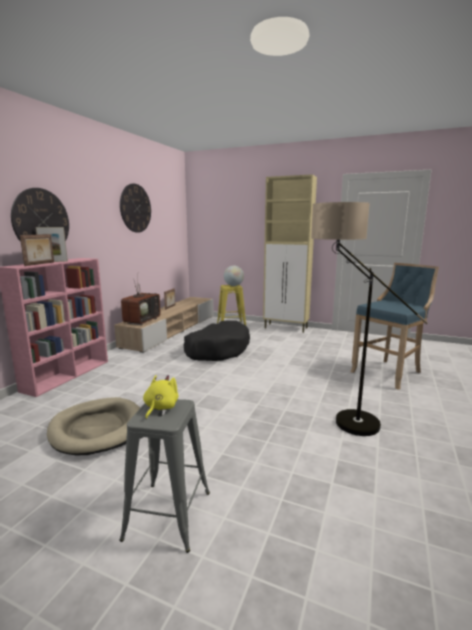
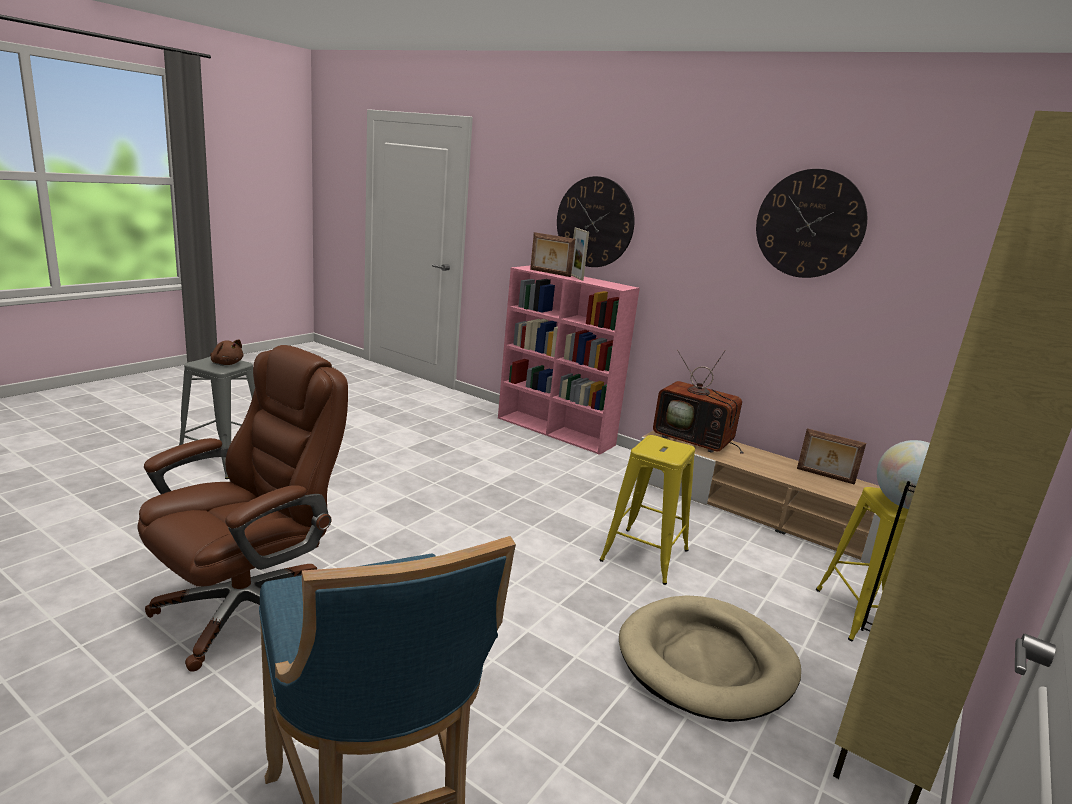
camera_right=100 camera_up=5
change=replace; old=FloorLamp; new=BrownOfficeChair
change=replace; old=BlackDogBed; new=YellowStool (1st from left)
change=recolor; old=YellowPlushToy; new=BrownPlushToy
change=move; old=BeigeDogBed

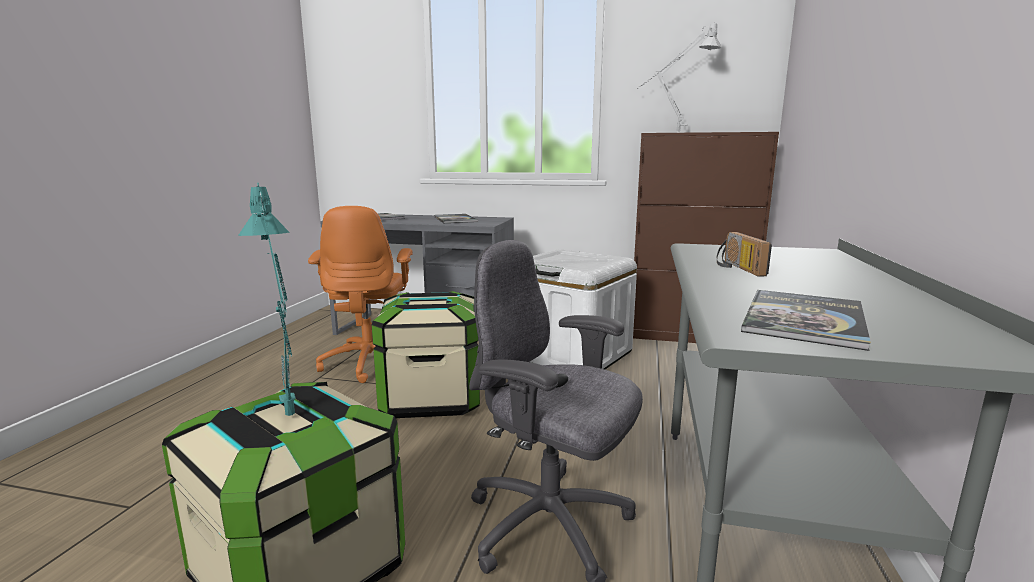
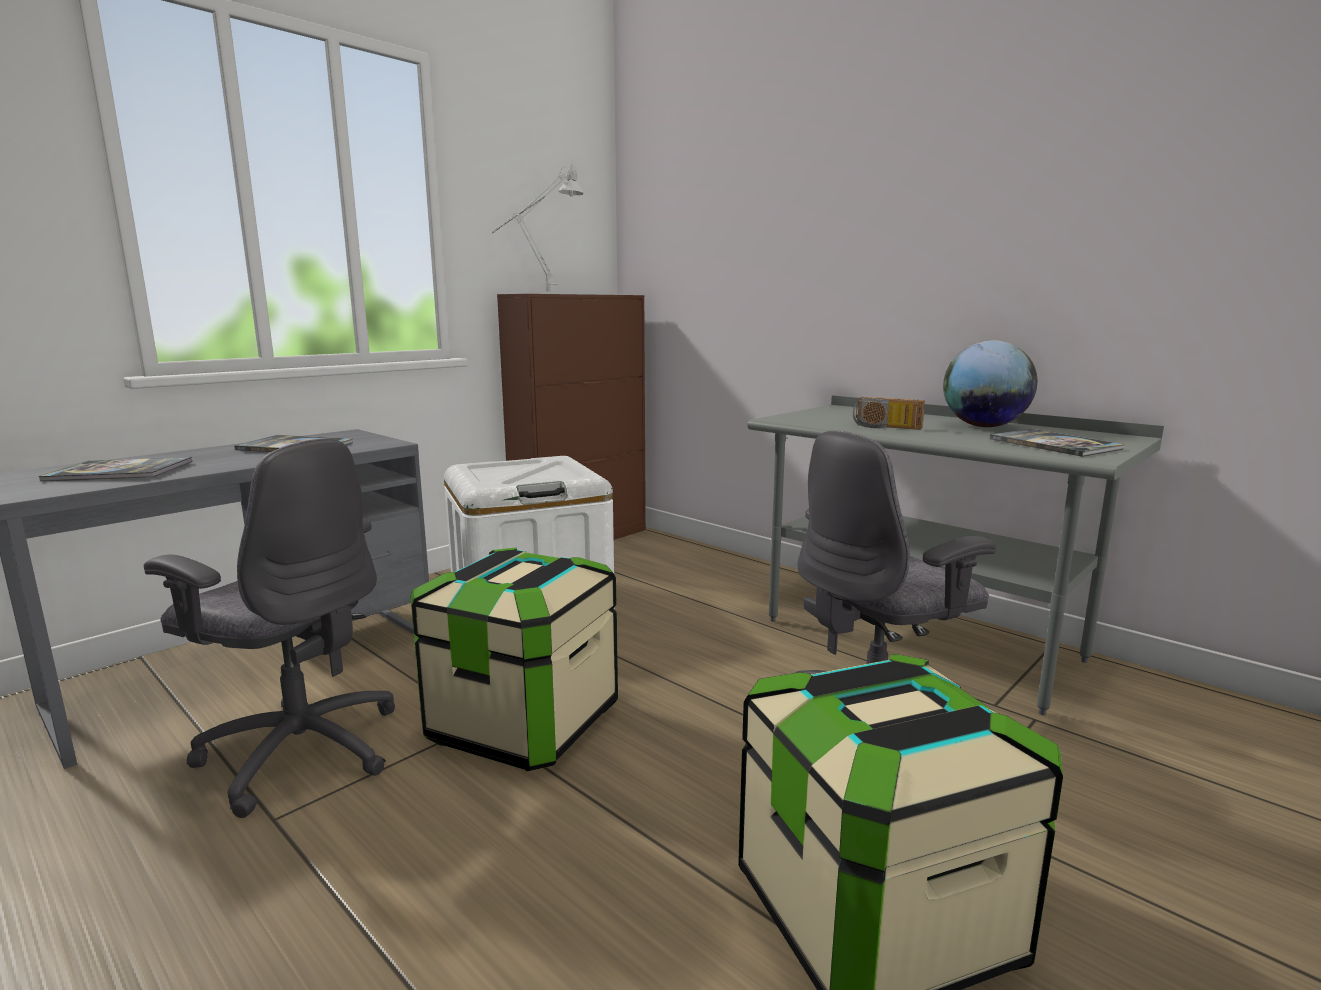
camera_right=-60 camera_up=0
change=delete; old=TurquoiseTableLamp
change=recolor; old=OrangeOfficeChair; new=GreyOfficeChair (1st from left)
change=insert; new=Globe

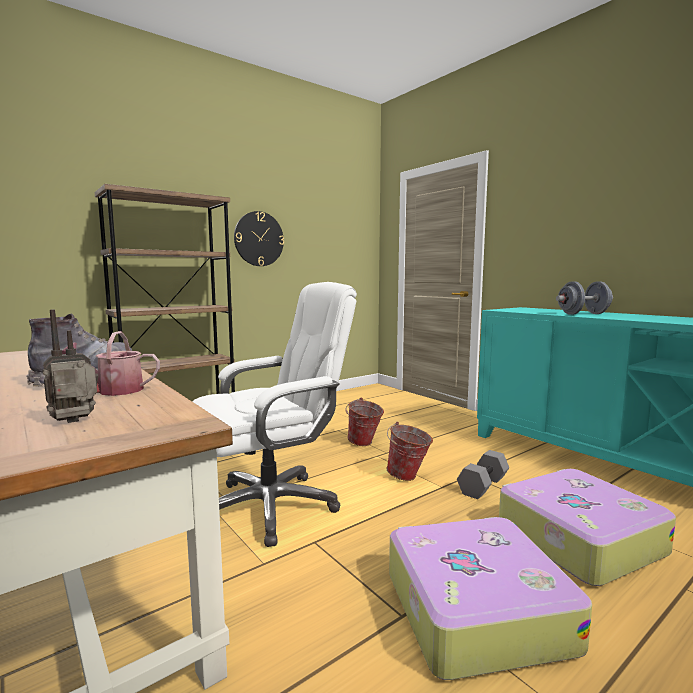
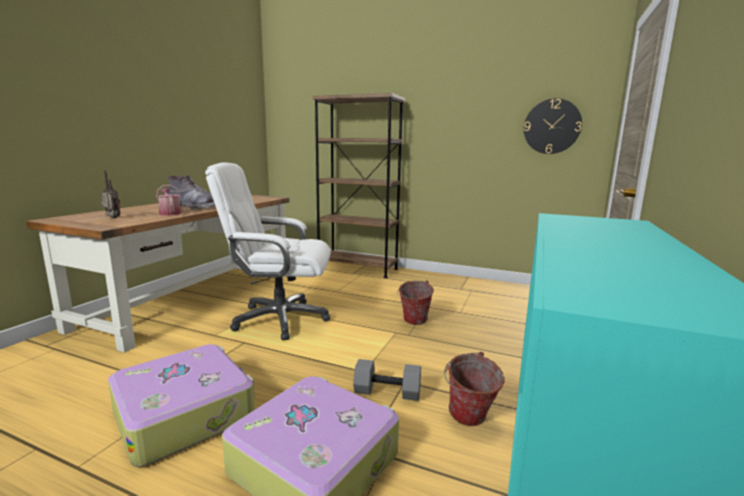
camera_right=60 camera_up=5
change=move; old=WallClock
change=delete; old=GreyDumbbell (2nd from left)
change=rotate; old=WhiteOfficeChair; degrees=150
change=move; old=Bucket (2nd from left)

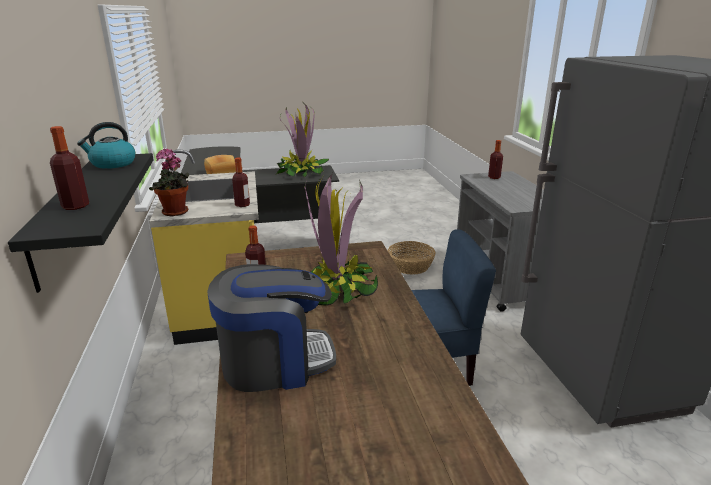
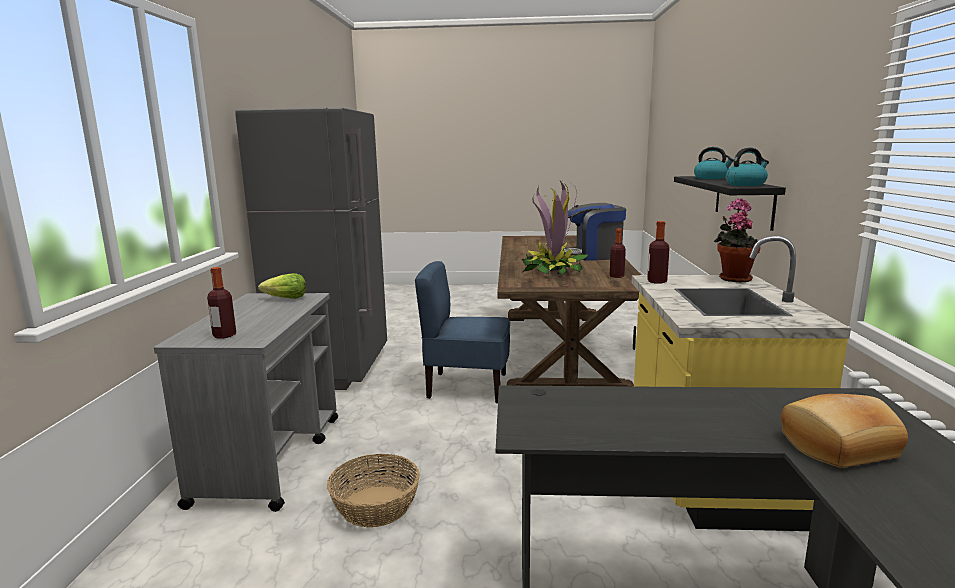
camera_right=-165 camera_up=-10
change=delete; old=PottedPlant (2nd from left)
change=replace; old=Bottle (1st from left); new=Kettle (1st from left)
change=insert; new=Lettuce

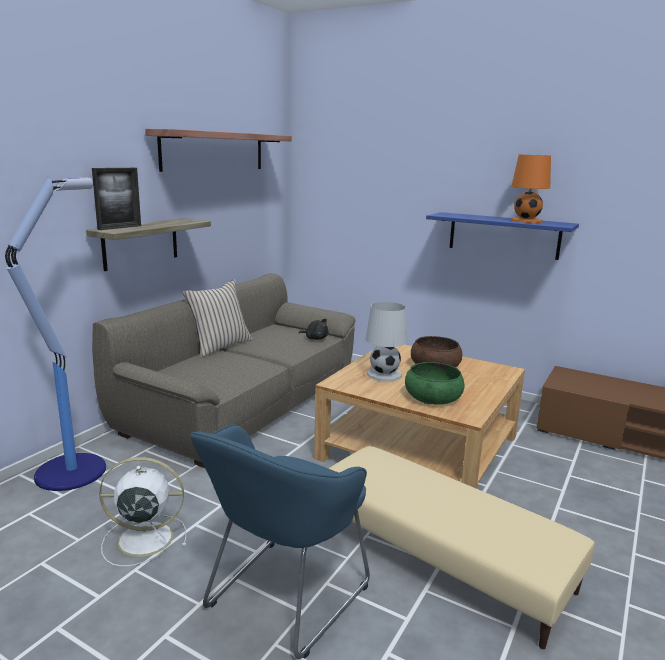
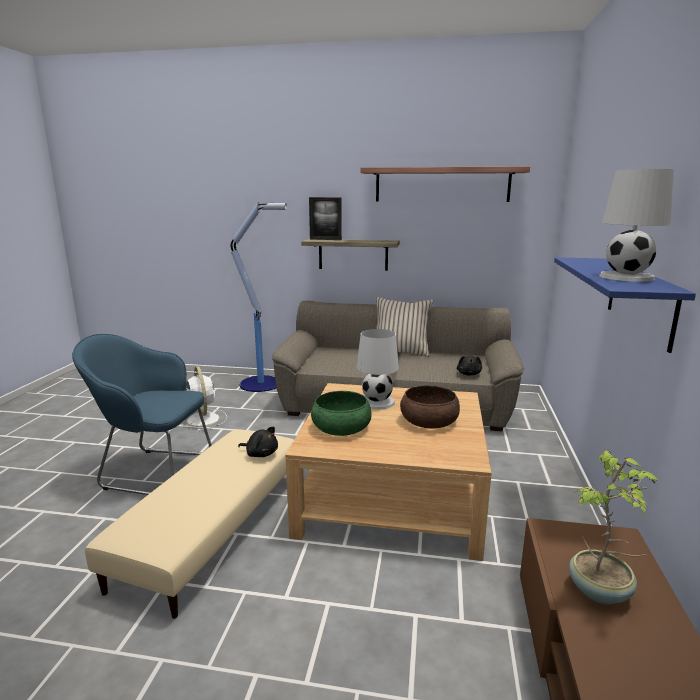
camera_right=70 camera_up=0
change=recolor; old=OrangeTableLamp; new=WhiteTableLamp (2nd from left)
change=insert; new=BlackPlushToy (1st from left)
change=insert; new=PottedPlant

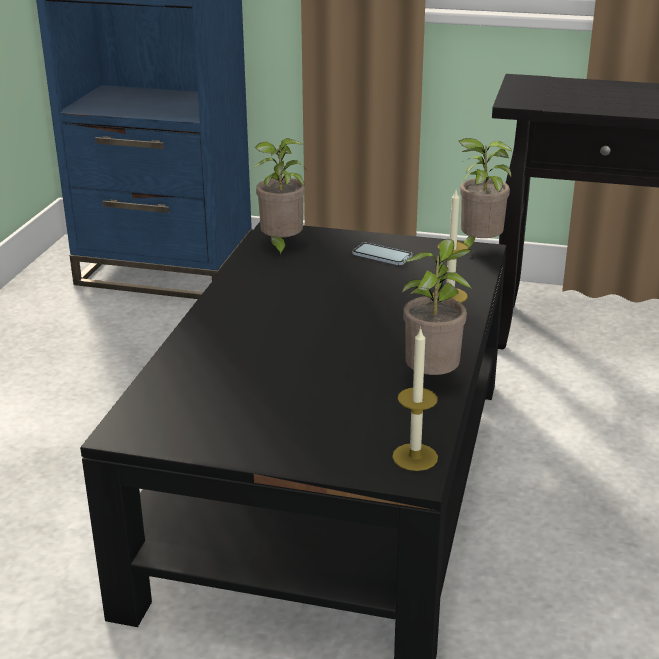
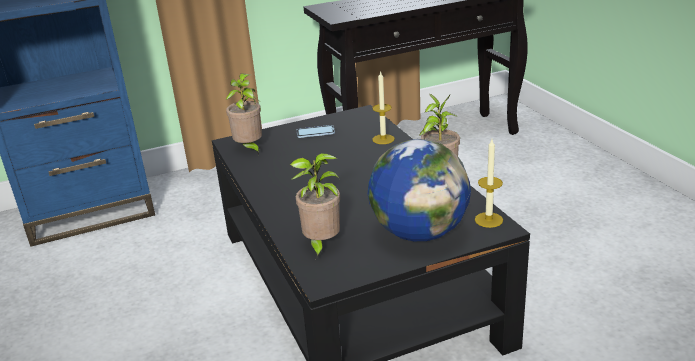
camera_right=-35 camera_up=0
change=move; old=PottedPlant (3rd from left in the first image); new=PottedPlant (2nd from left)
change=insert; new=Globe

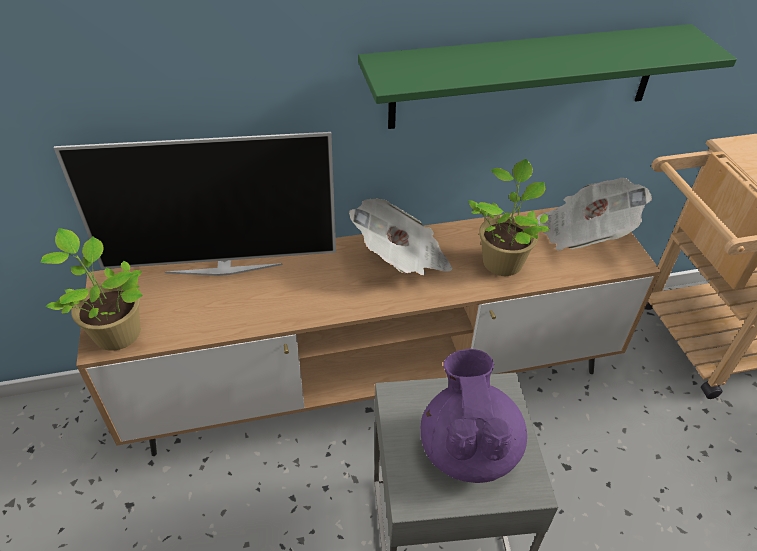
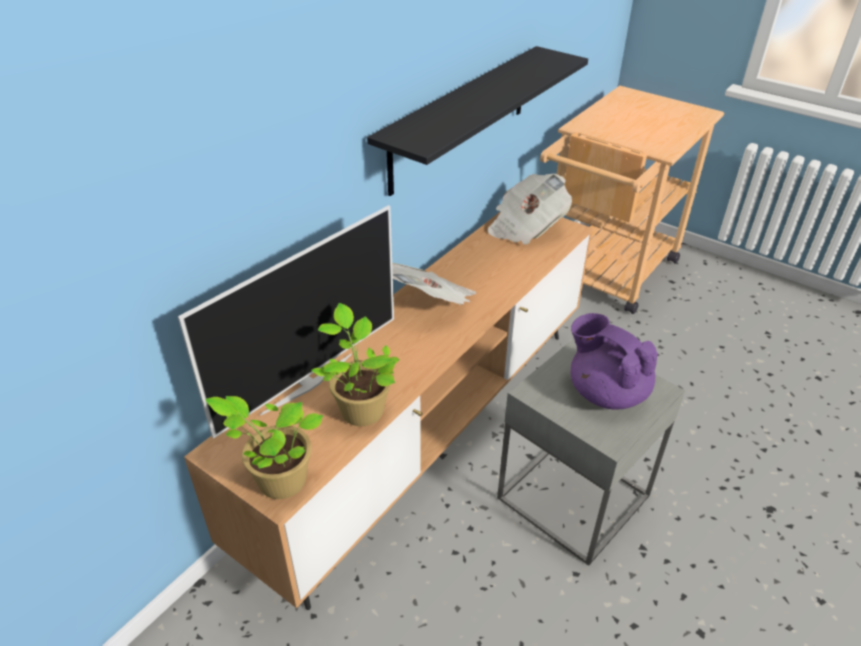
camera_right=-40 camera_up=-5
change=recolor; old=GreenShelf; new=BlackShelf
change=move; old=PottedPlant (2nd from left)

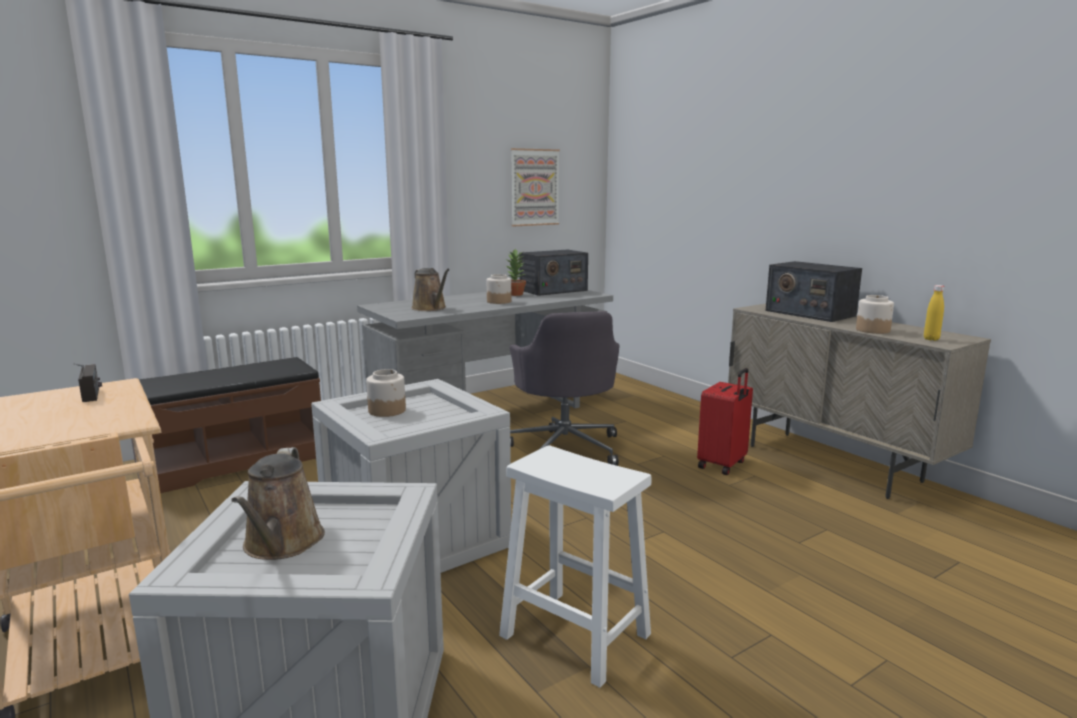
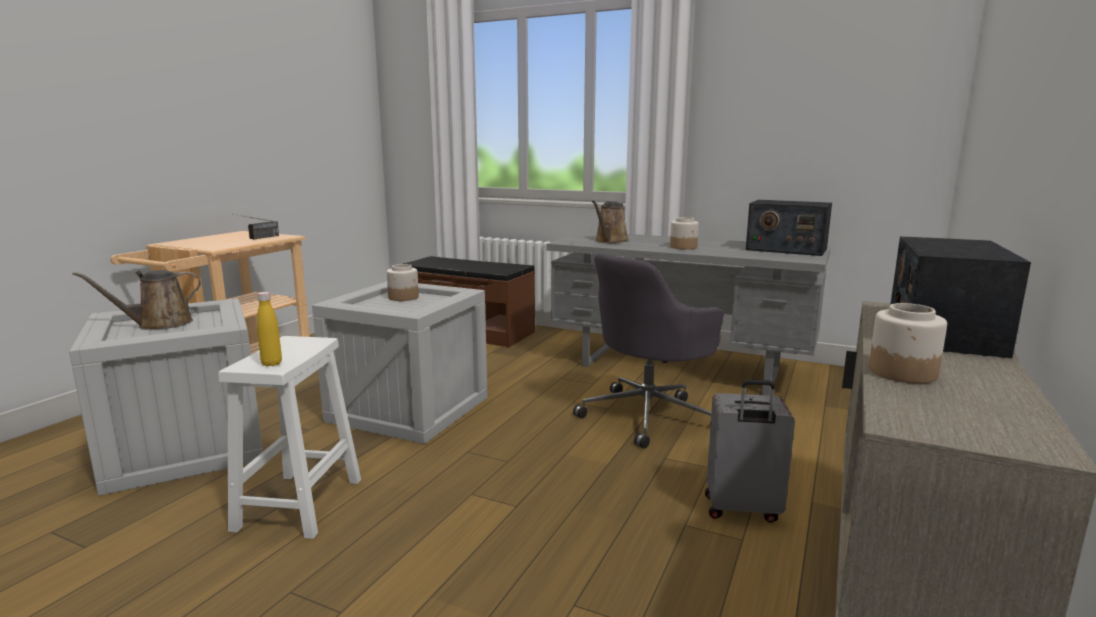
camera_right=60 camera_up=0
change=delete; old=Picture
change=delete; old=PottedPlant
change=move; old=YellowBottle
change=recolor; old=RedSuitcase; new=GreySuitcase

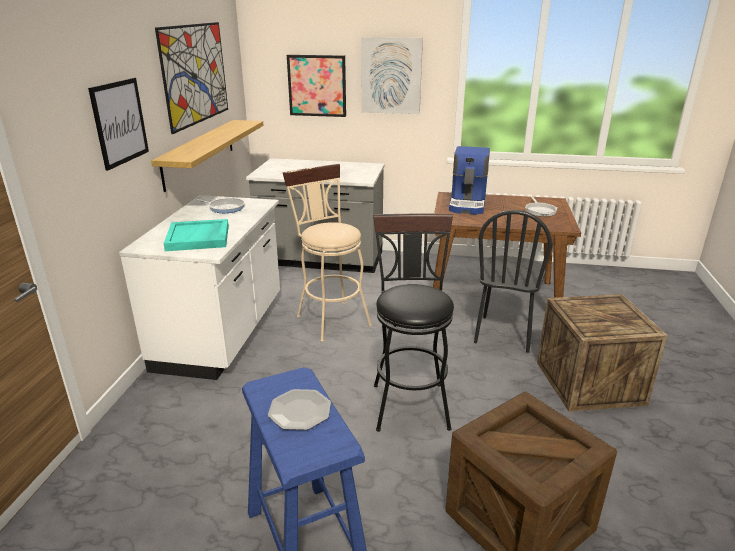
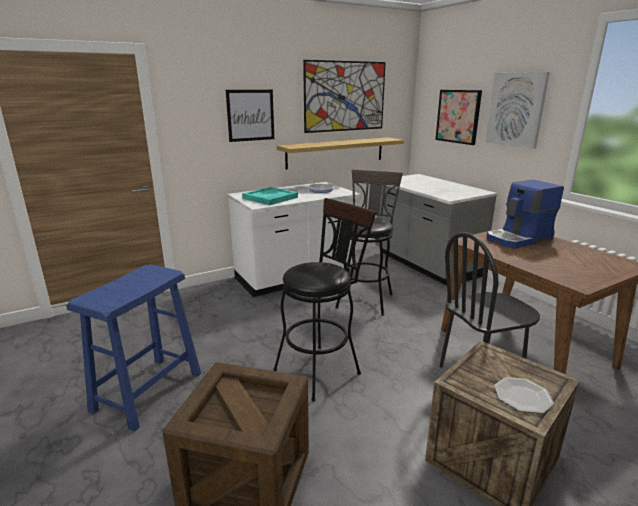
camera_right=50 camera_up=-5
change=recolor; old=BeigeStool; new=BlackStool (2nd from left)
change=delete; old=FryingPan (2nd from left)
change=move; old=Plate

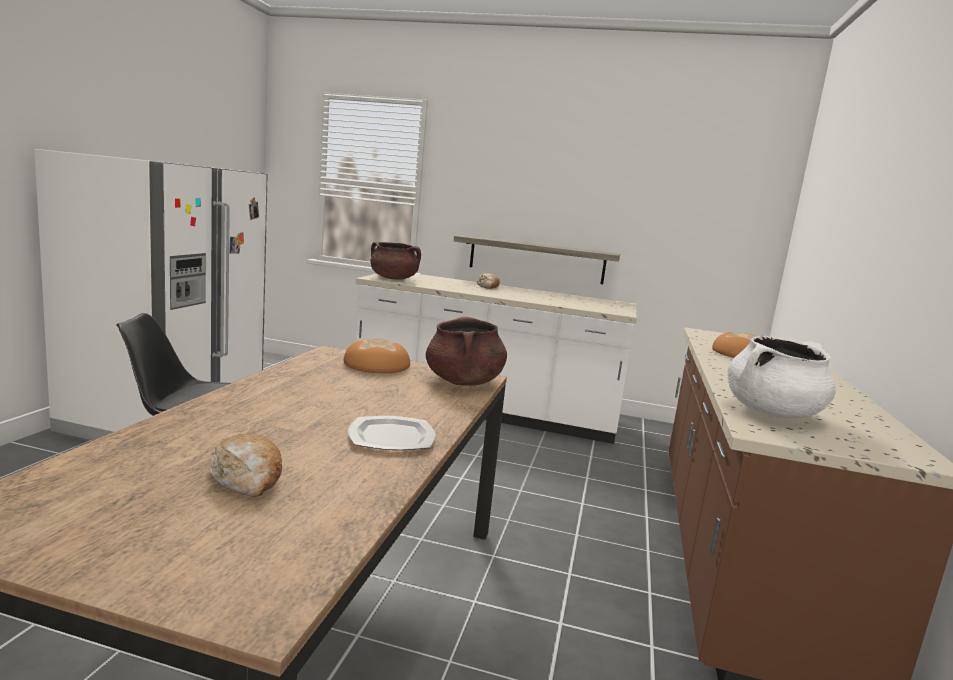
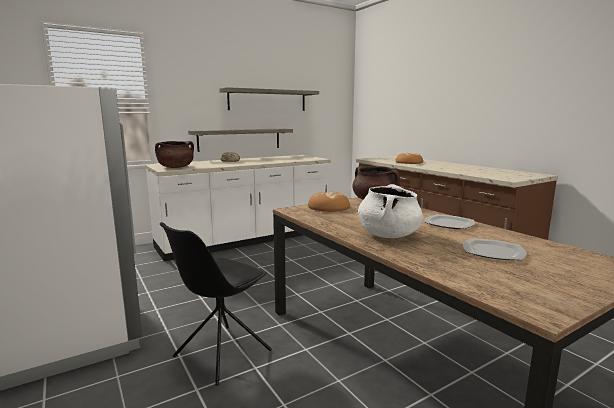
camera_right=-45 camera_up=0
change=move; old=WhiteCookingPot
change=replace; old=Bread (1st from left); new=Plate (2nd from left)
change=insert; new=Shelf (2nd from left)

